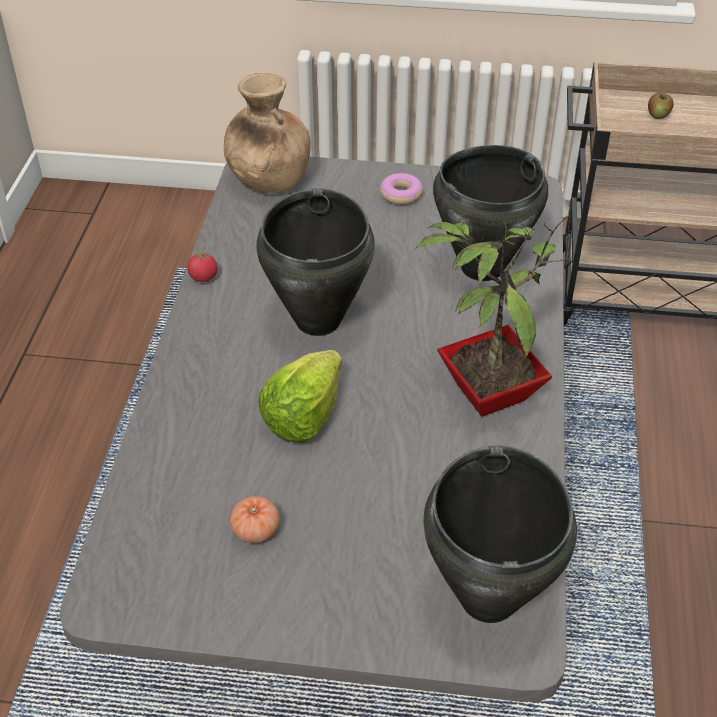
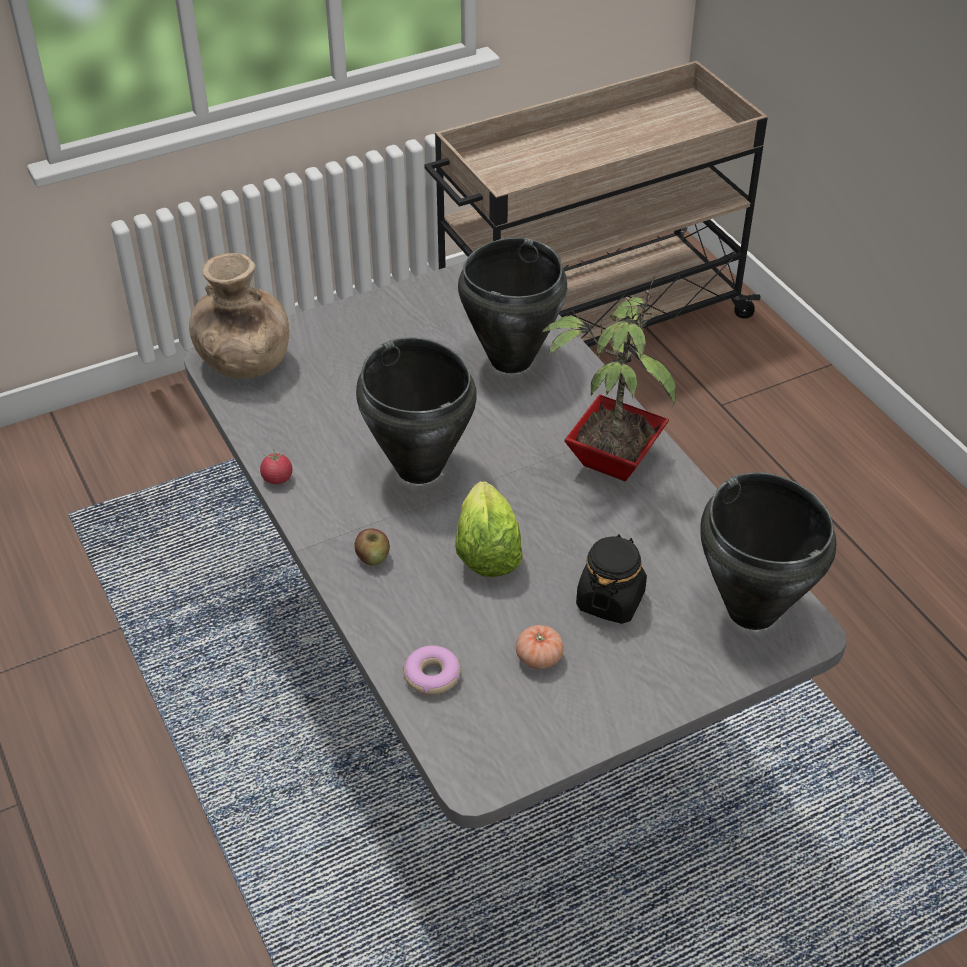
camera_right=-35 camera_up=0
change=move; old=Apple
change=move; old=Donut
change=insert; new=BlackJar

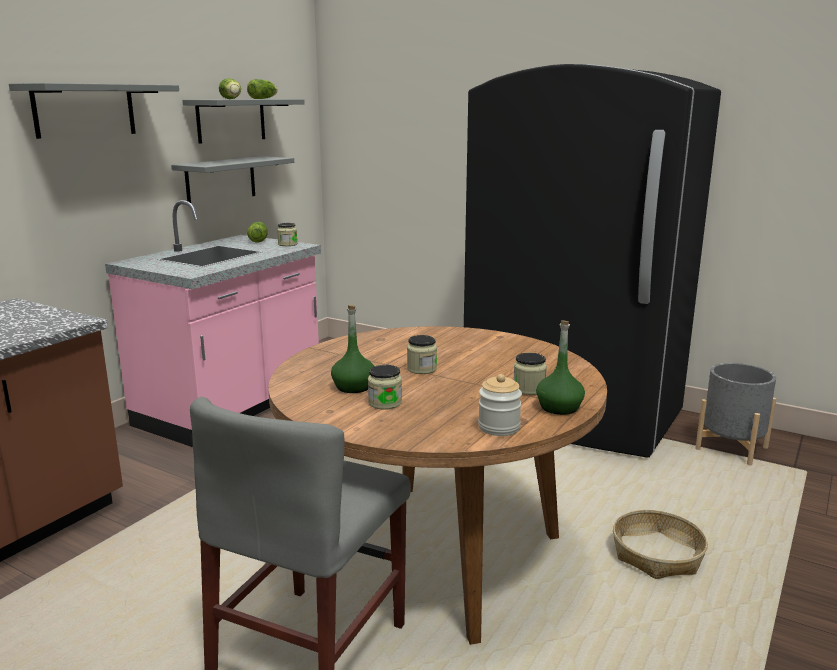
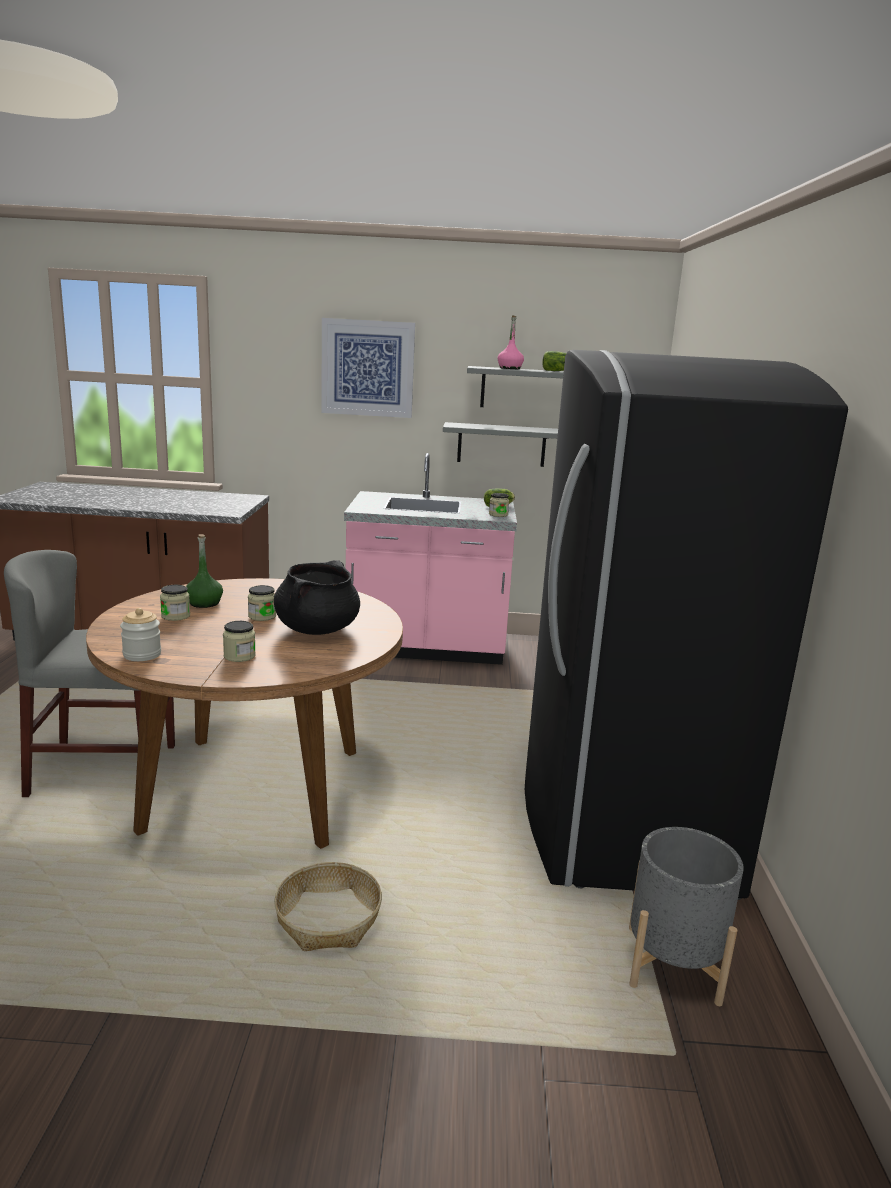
camera_right=60 camera_up=0
change=replace; old=Lettuce (1st from left); new=PinkBottle
change=replace; old=GreyShelf (1st from left); new=Picture
change=delete; old=GreenBottle (2nd from left)
change=insert; new=BlackCookingPot

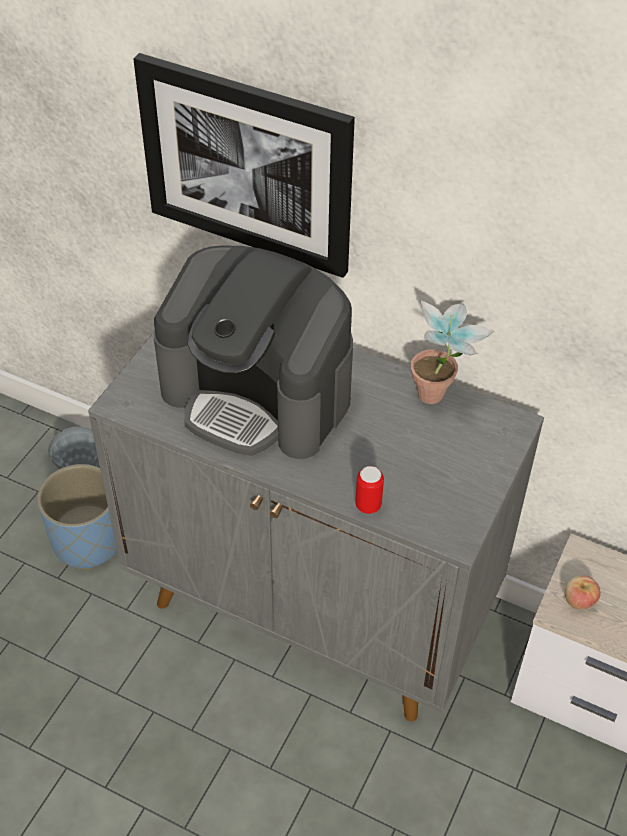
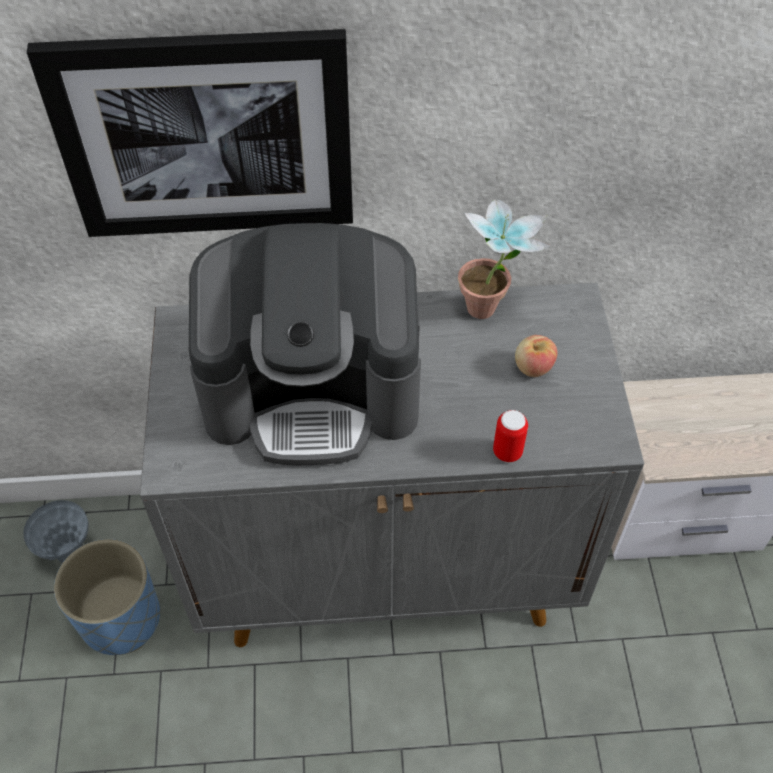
camera_right=-30 camera_up=5
change=move; old=Apple

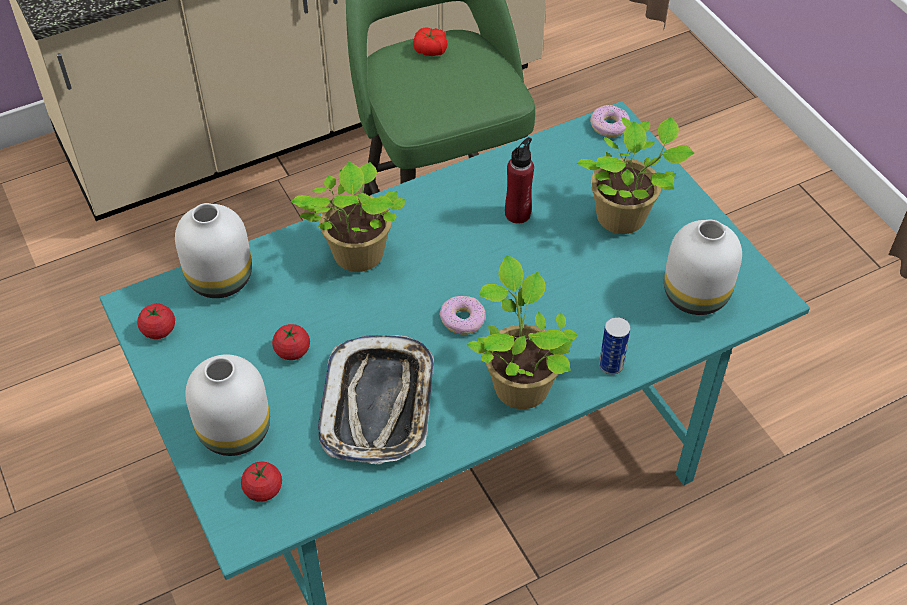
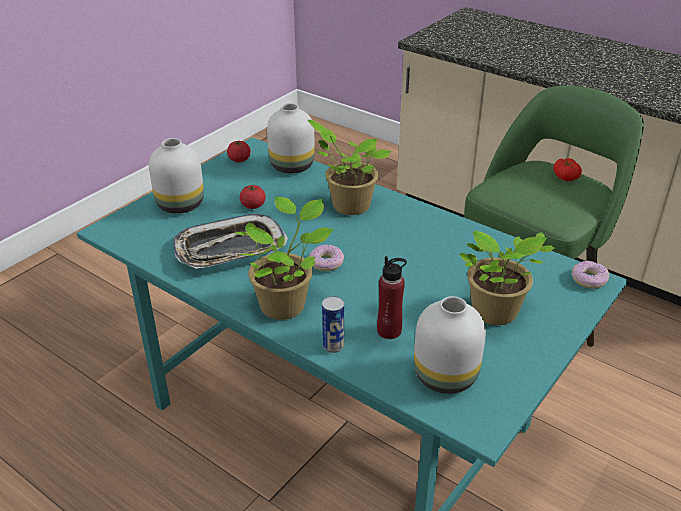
camera_right=65 camera_up=-15
change=move; old=RedBottle
change=delete; old=Tomato (2nd from left)

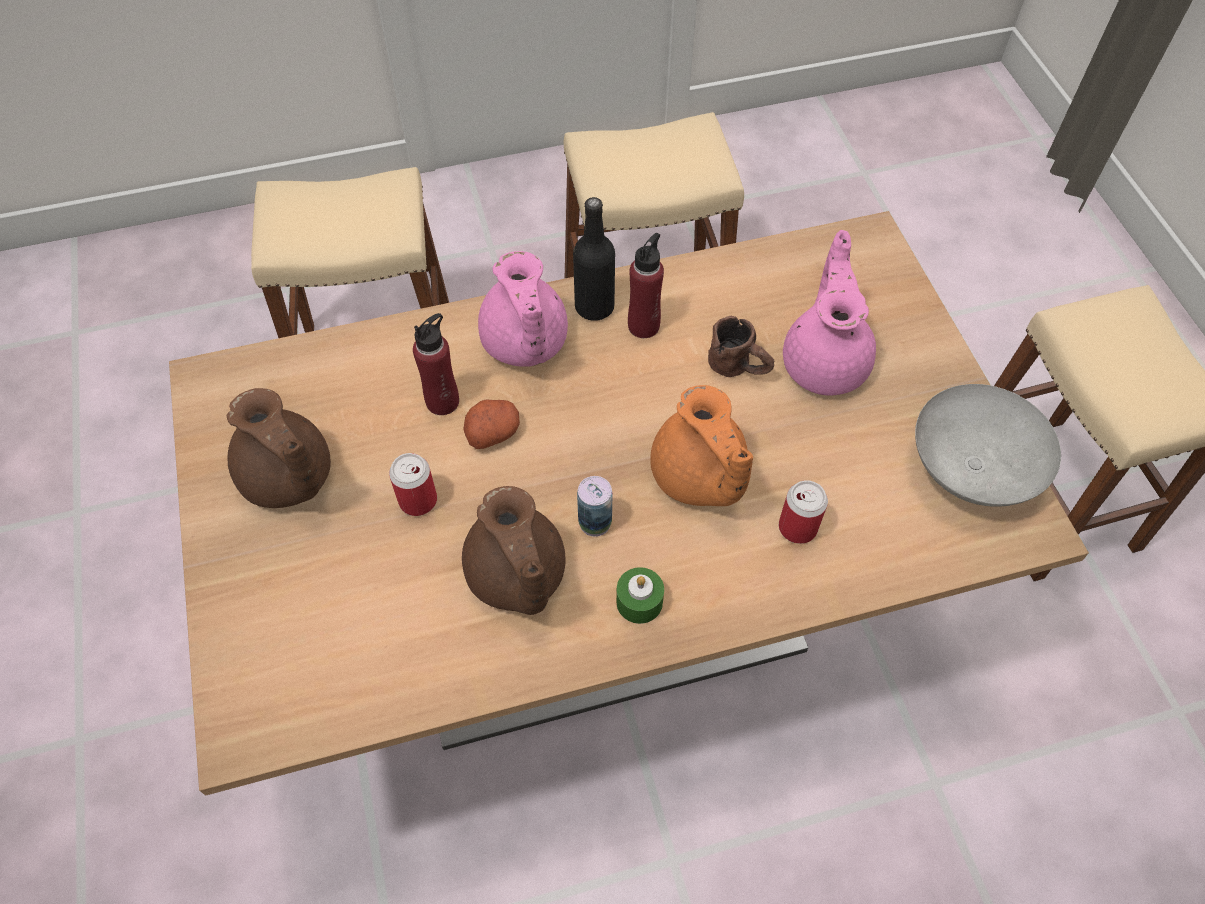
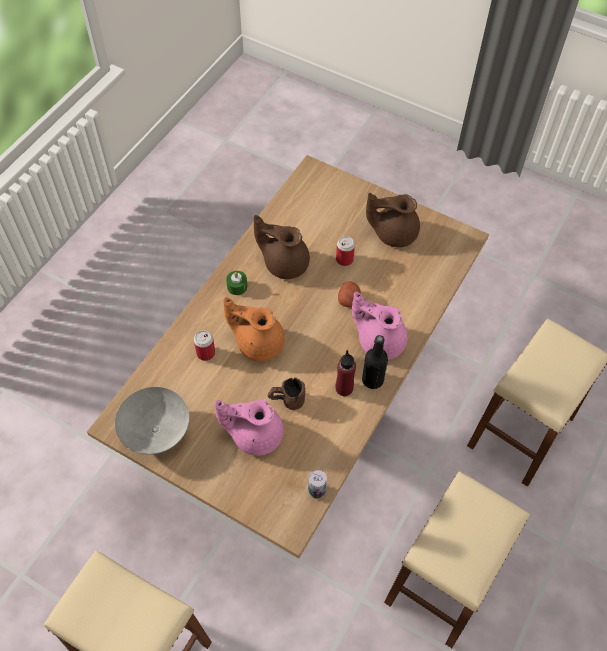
camera_right=135 camera_up=0
change=rotate; old=PinkTeapot (2nd from left in the first image); degrees=135
change=delete; old=RedBottle (1st from left)
change=move; old=Can (2nd from left)

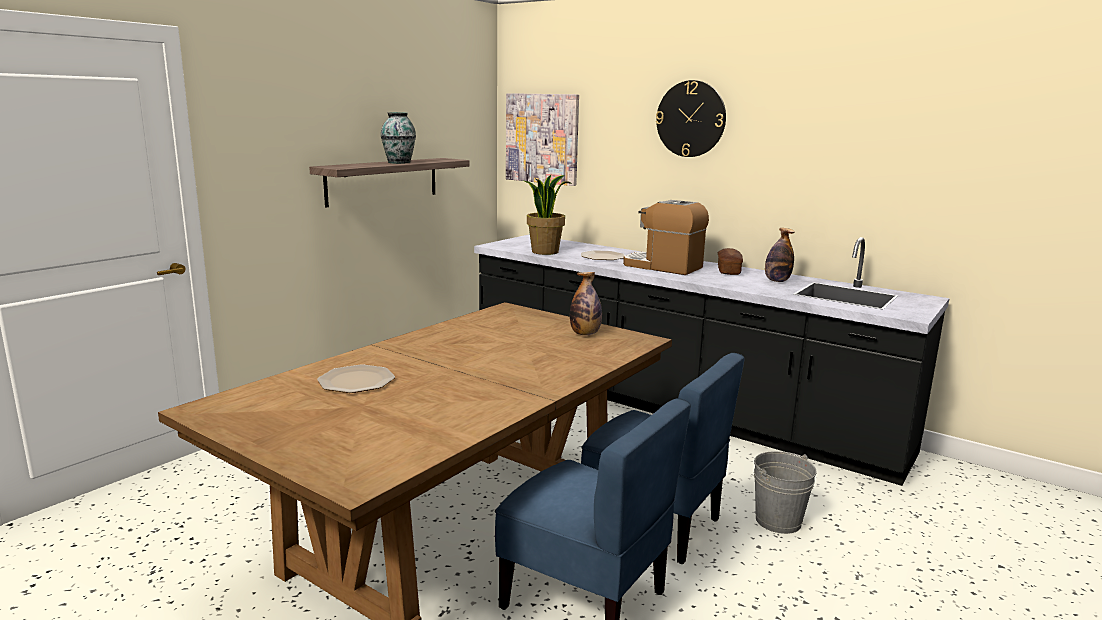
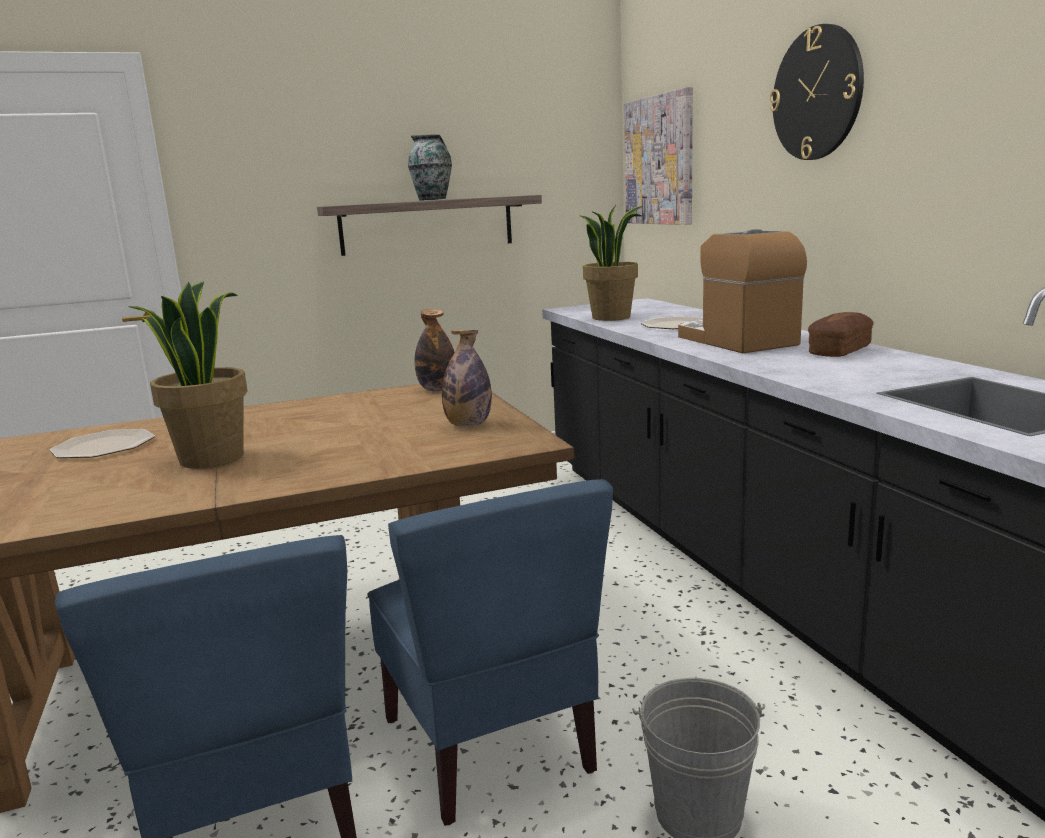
camera_right=35 camera_up=0
change=move; old=Bottle (2nd from left in the first image); new=Bottle (1st from left)
change=insert; new=PottedPlant (1st from left)

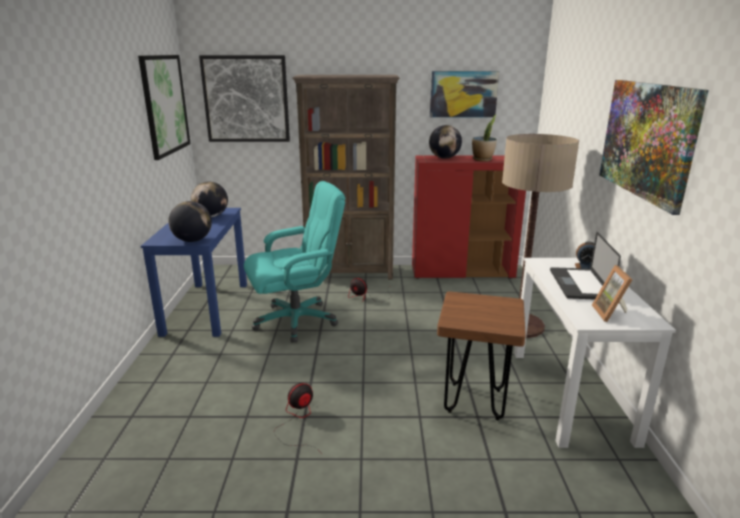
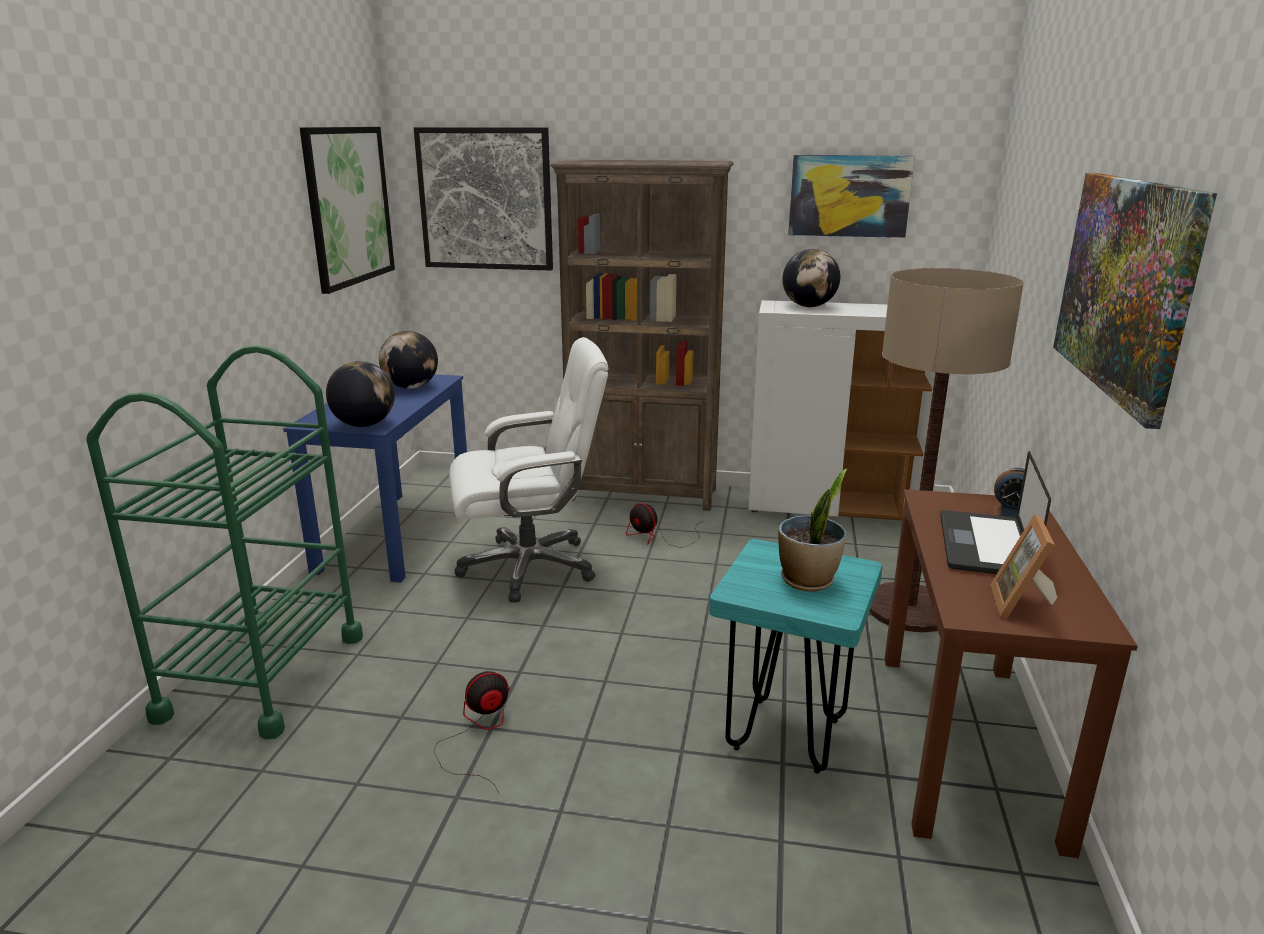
camera_right=10 camera_up=0
change=move; old=PottedPlant
change=recolor; old=RedCabinet; new=WhiteCabinet
change=recolor; old=TurquoiseOfficeChair; new=WhiteOfficeChair
change=recolor; old=WhiteDesk; new=BrownDesk
change=recolor; old=BrownStool; new=TurquoiseStool
change=insert; new=GreenCart

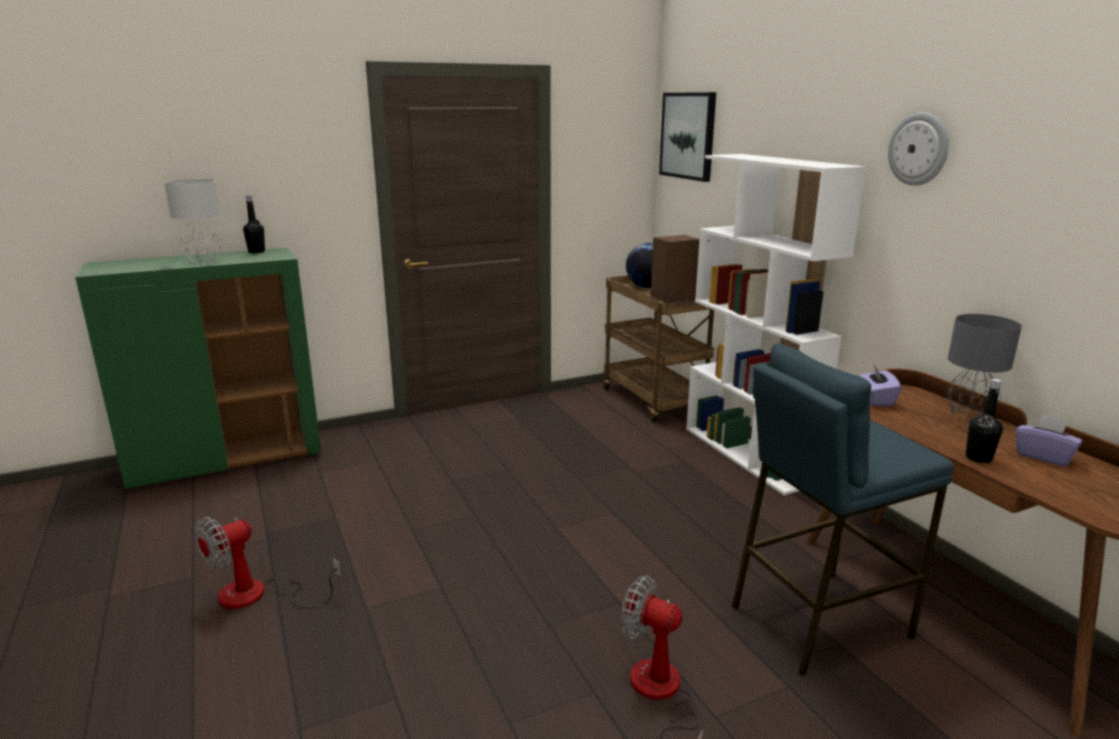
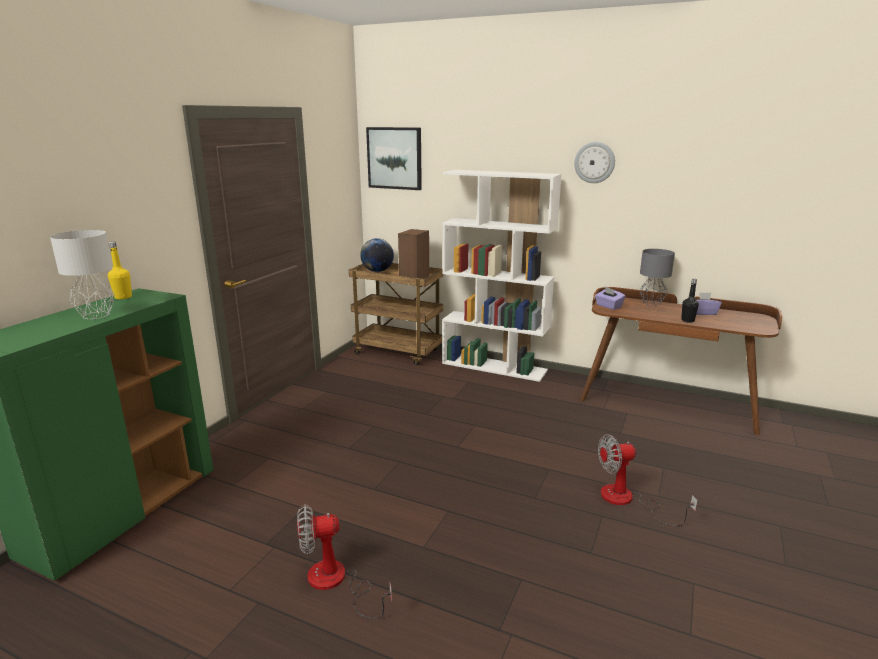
camera_right=-40 camera_up=0
change=recolor; old=BlackBottle (1st from left); new=YellowBottle
change=delete; old=BlueStool
change=rotate; old=Fan (1st from left); degrees=75

